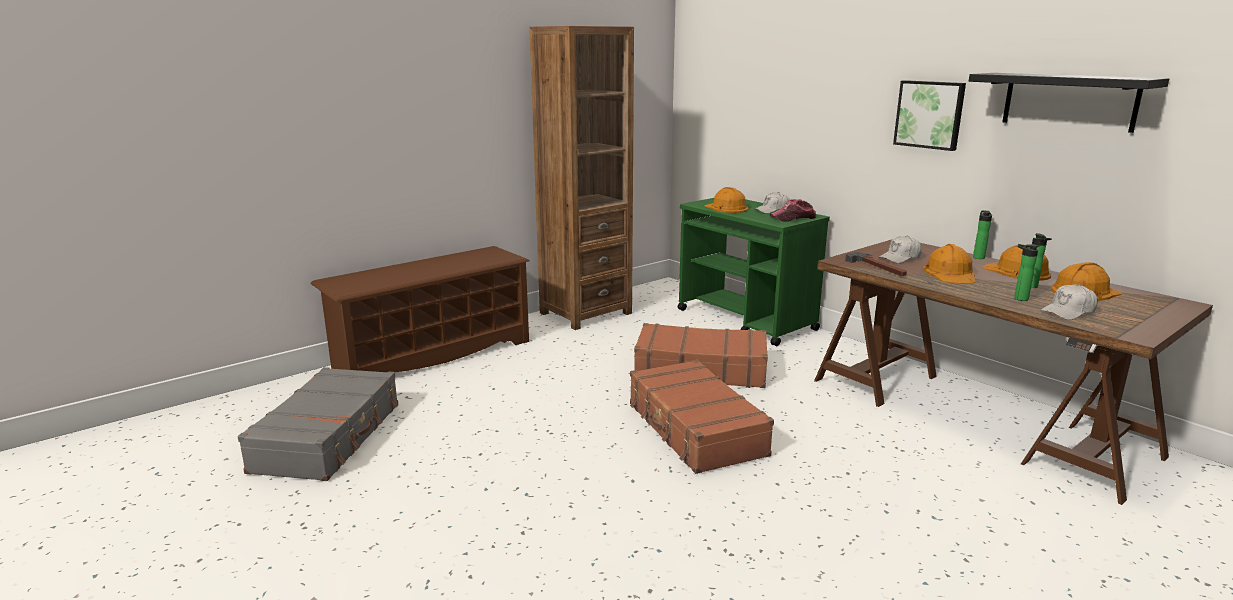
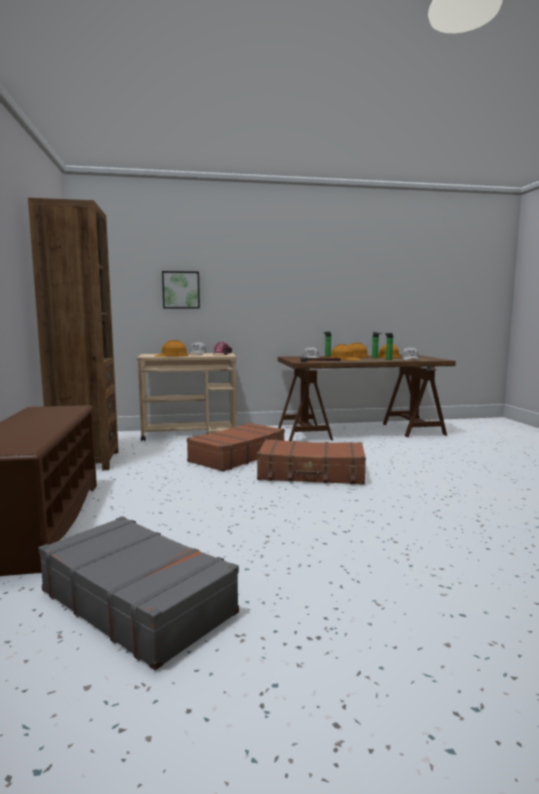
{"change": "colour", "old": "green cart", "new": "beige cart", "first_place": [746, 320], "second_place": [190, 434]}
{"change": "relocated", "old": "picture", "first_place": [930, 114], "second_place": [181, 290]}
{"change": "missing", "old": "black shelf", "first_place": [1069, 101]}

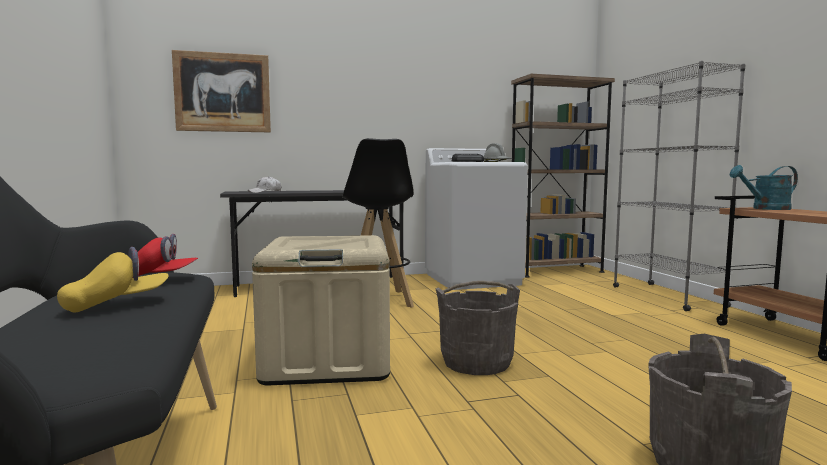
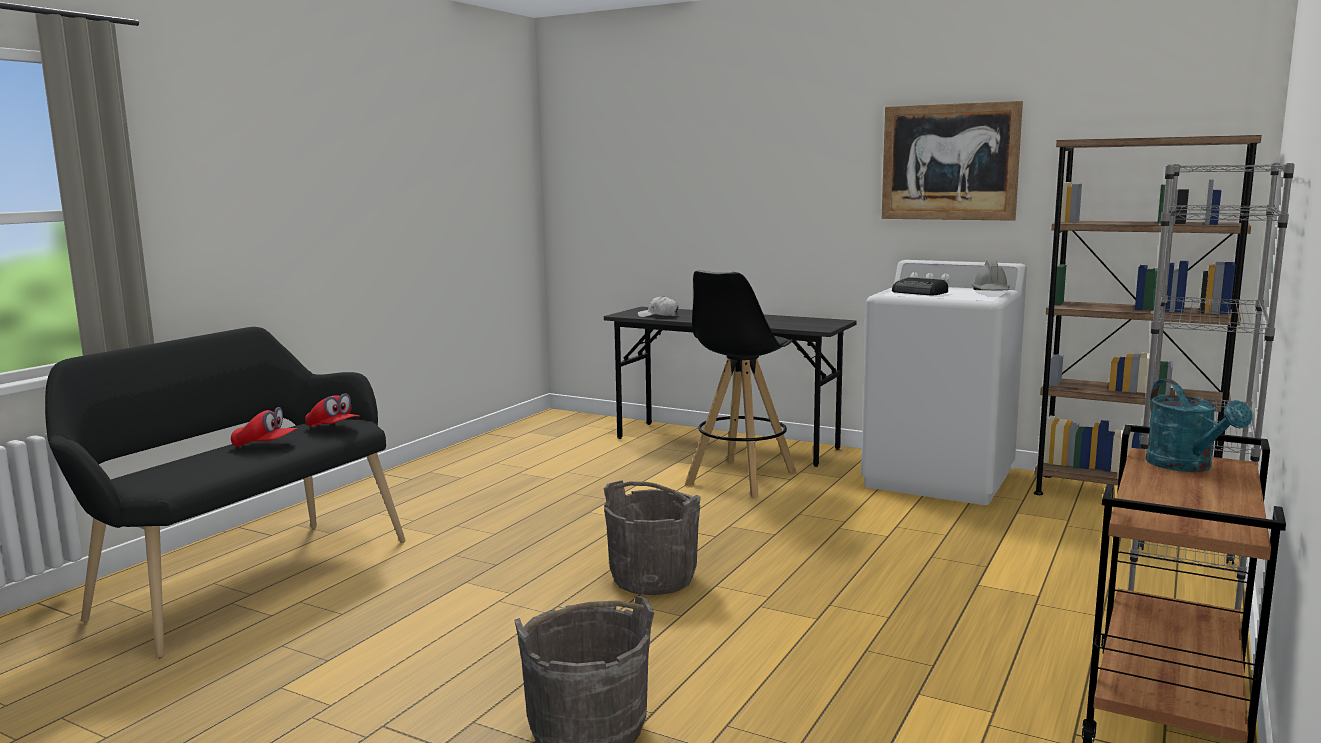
{"change": "colour", "old": "yellow cap", "new": "red cap", "first_place": [116, 304], "second_place": [265, 445]}
{"change": "relocated", "old": "picture", "first_place": [223, 92], "second_place": [949, 162]}
{"change": "spun", "old": "turquoise watering can", "first_place": [765, 209], "second_place": [1186, 466], "degrees": -135}
{"change": "missing", "old": "beige storage box", "first_place": [327, 360]}

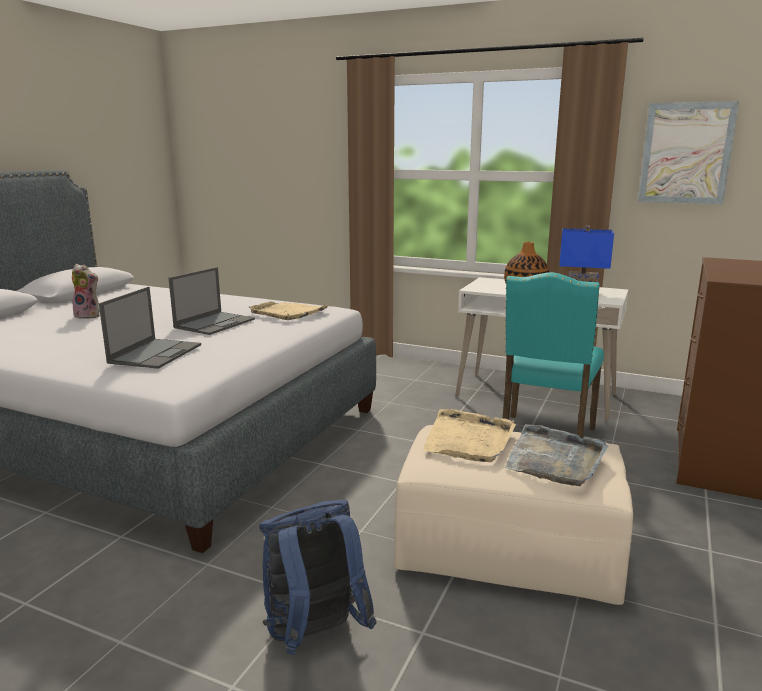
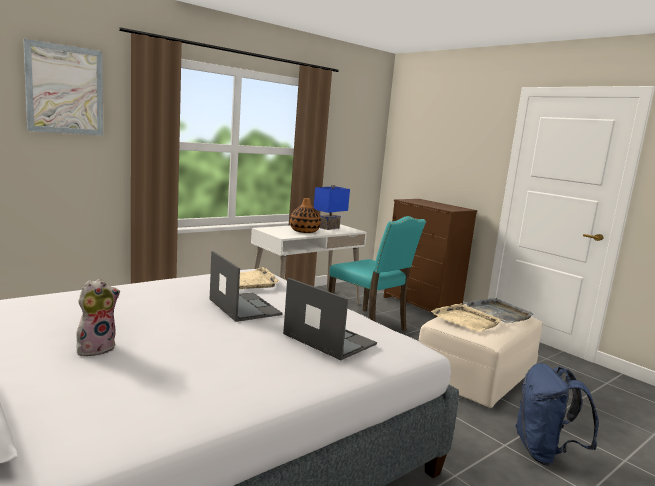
{"change": "relocated", "old": "picture", "first_place": [686, 153], "second_place": [65, 90]}

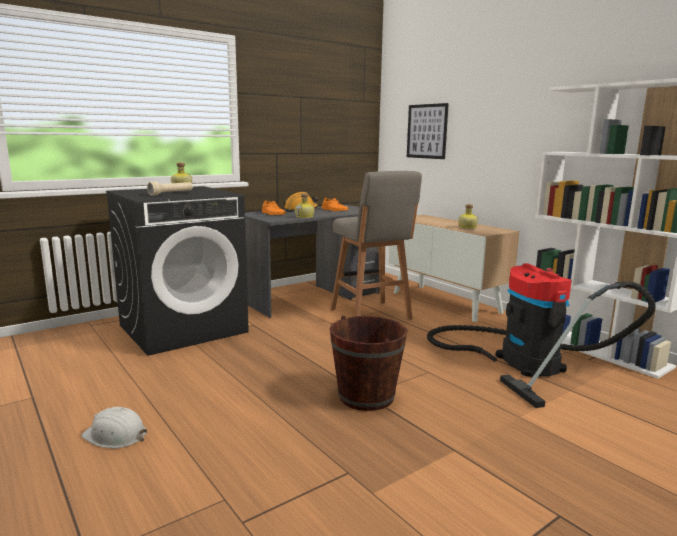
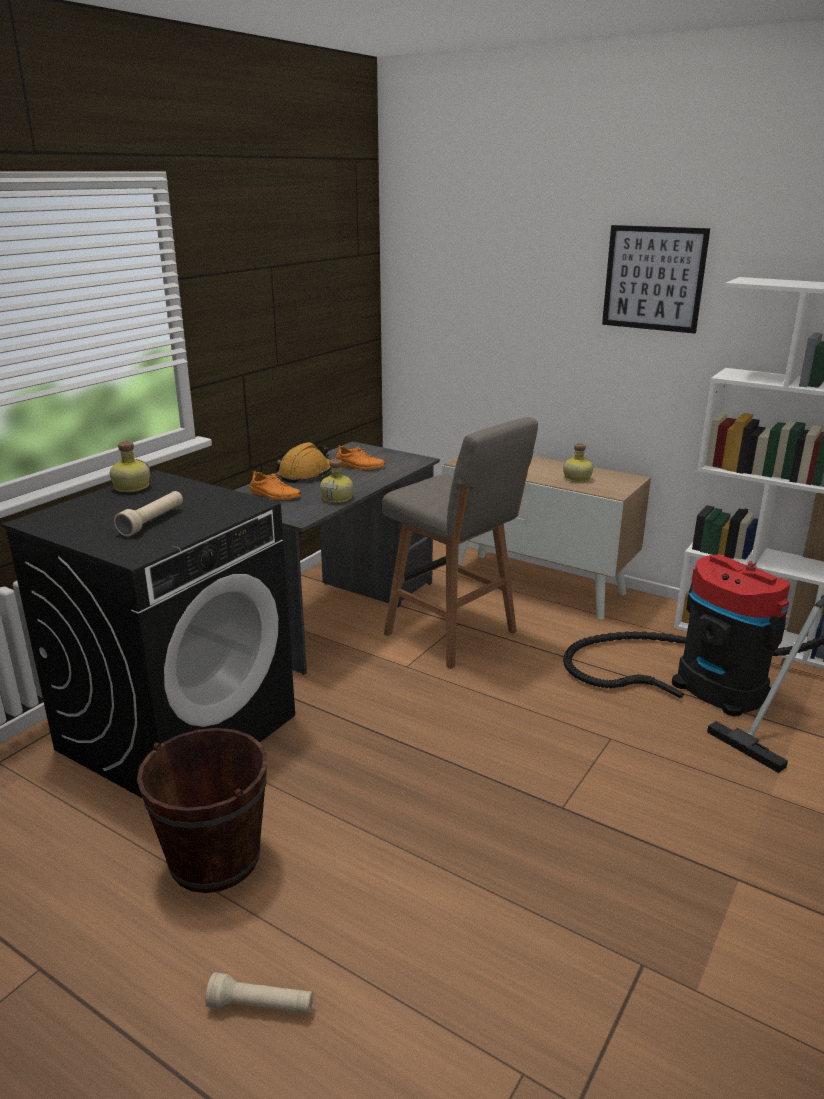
{"change": "relocated", "old": "brown bucket", "first_place": [366, 396], "second_place": [215, 858]}
{"change": "exchanged", "old": "white hard hat", "new": "beige flashlight", "first_place": [115, 435], "second_place": [261, 1006]}
{"change": "relocated", "old": "picture", "first_place": [427, 131], "second_place": [653, 278]}

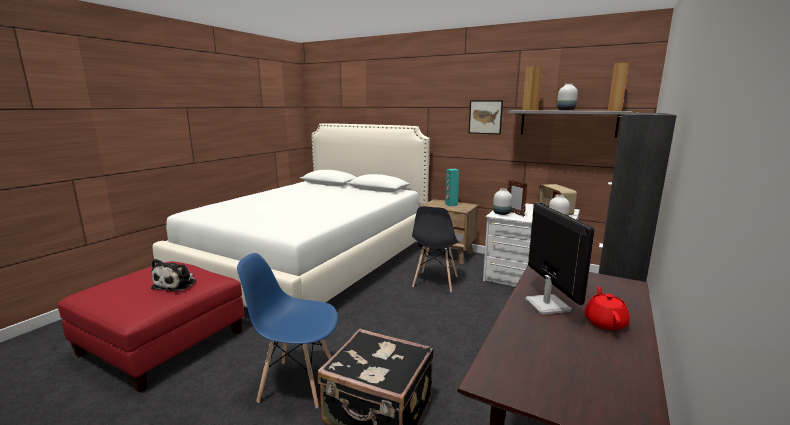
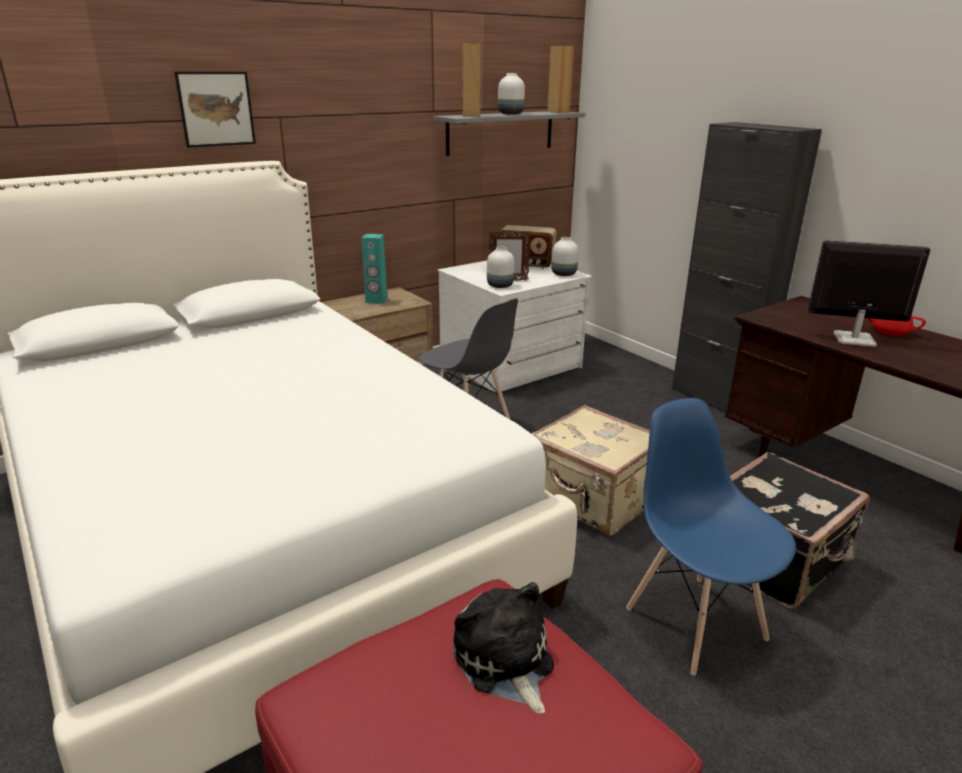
{"change": "relocated", "old": "picture", "first_place": [485, 117], "second_place": [216, 109]}
{"change": "spun", "old": "plush toy", "first_place": [176, 284], "second_place": [504, 662], "degrees": -150}
{"change": "appeared", "new": "beige suitcase", "second_place": [592, 499]}
{"change": "spun", "old": "blue chair", "first_place": [297, 383], "second_place": [695, 622], "degrees": 120}

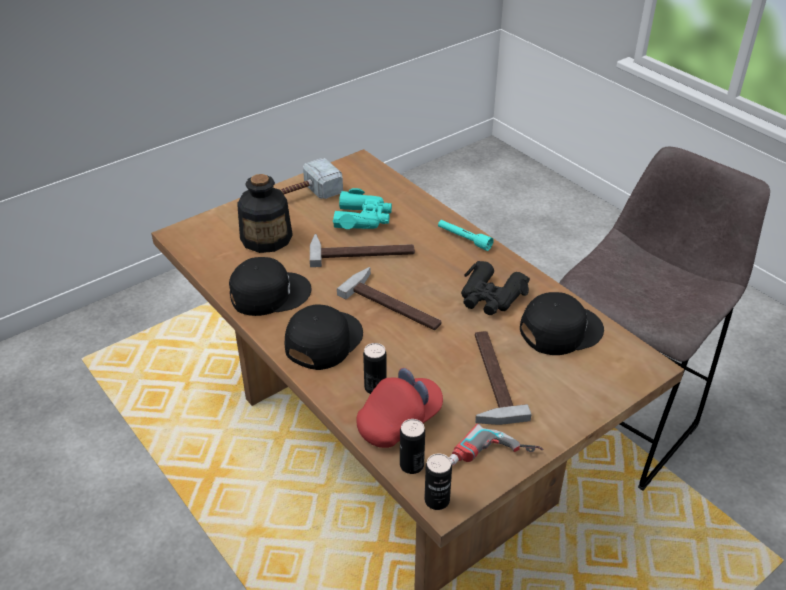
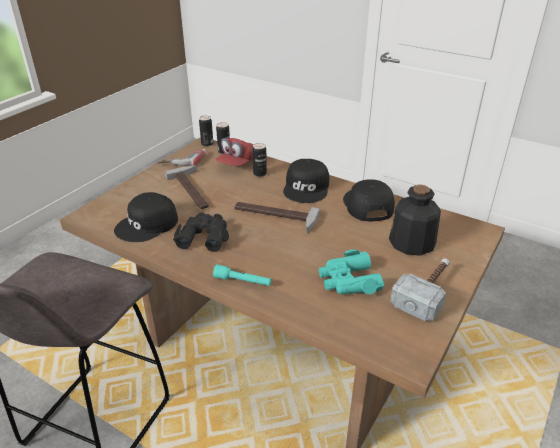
{"change": "spun", "old": "black cap", "first_place": [269, 293], "second_place": [367, 205], "degrees": 120}
{"change": "missing", "old": "hammer", "first_place": [362, 251]}

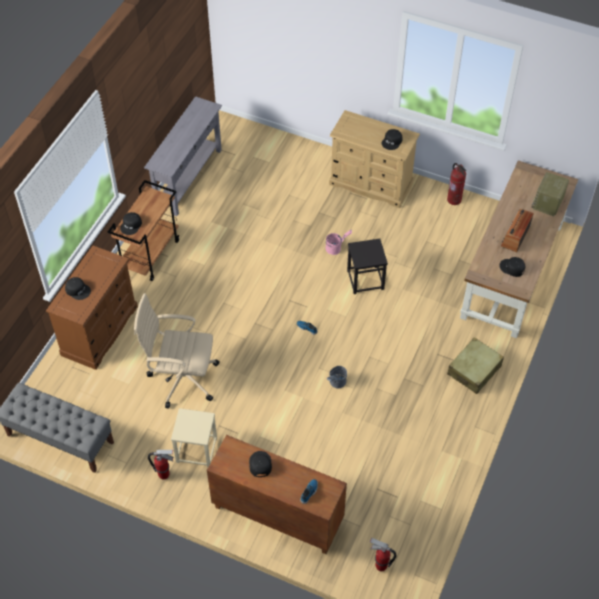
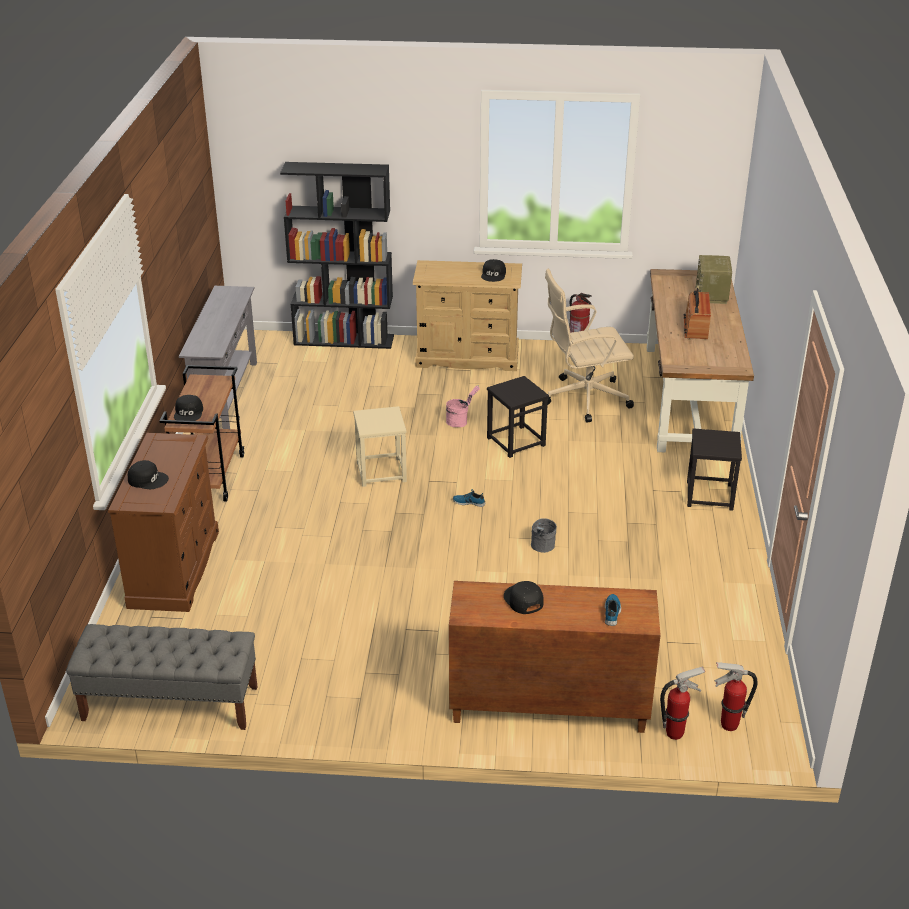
{"change": "appeared", "new": "black bookcase", "second_place": [344, 340]}
{"change": "relocated", "old": "beige stool", "first_place": [196, 450], "second_place": [381, 472]}
{"change": "relocated", "old": "beige office chair", "first_place": [181, 378], "second_place": [584, 398]}
{"change": "relocated", "old": "fire extinguisher", "first_place": [164, 475], "second_place": [675, 733]}
{"change": "exchanged", "old": "beige suitcase", "new": "black stool", "first_place": [474, 370], "second_place": [709, 495]}
{"change": "missing", "old": "black cap", "first_place": [512, 268]}

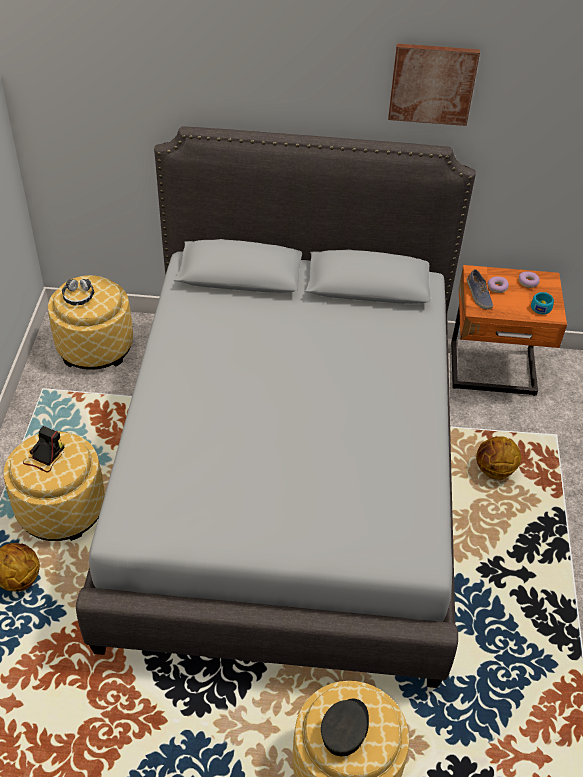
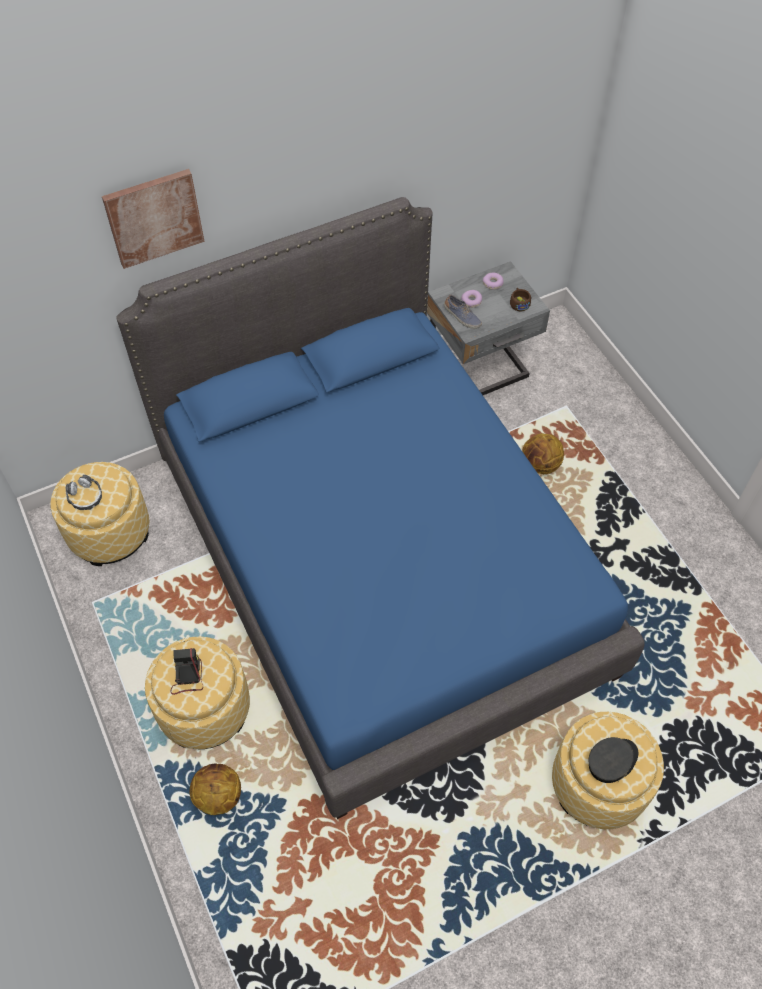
{"change": "relocated", "old": "picture", "first_place": [432, 84], "second_place": [154, 217]}
{"change": "colour", "old": "grey bed", "new": "blue bed", "first_place": [288, 477], "second_place": [381, 565]}
{"change": "colour", "old": "orange nightstand", "new": "grey nightstand", "first_place": [493, 371], "second_place": [480, 372]}
{"change": "colour", "old": "turquoise cup", "new": "brown cup", "first_place": [541, 307], "second_place": [519, 303]}
{"change": "spun", "old": "grey cap", "first_place": [344, 730], "second_place": [611, 761], "degrees": 60}

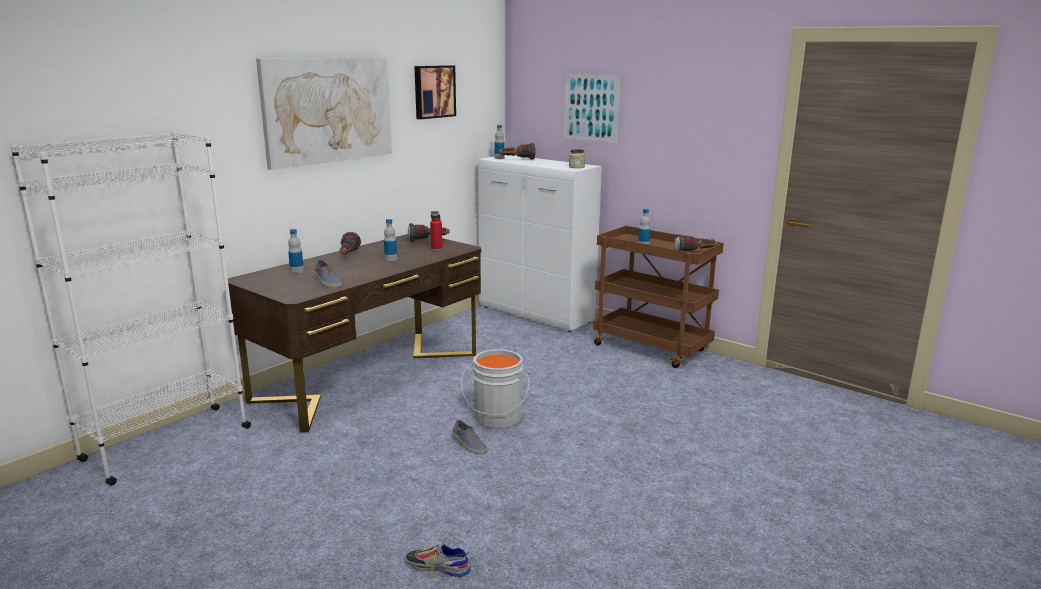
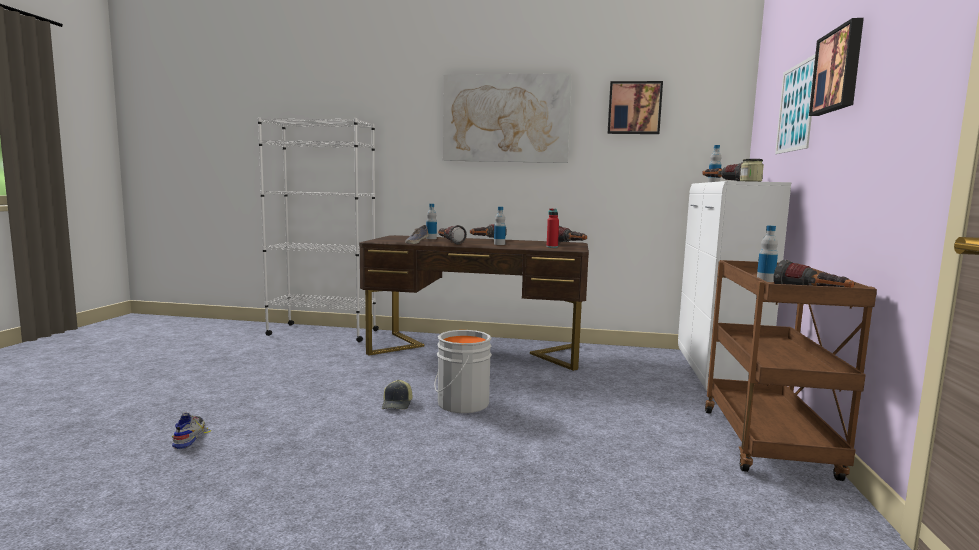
{"change": "exchanged", "old": "shoe", "new": "cap", "first_place": [469, 445], "second_place": [397, 404]}
{"change": "appeared", "new": "flashlight", "second_place": [449, 243]}
{"change": "appeared", "new": "picture", "second_place": [839, 70]}

